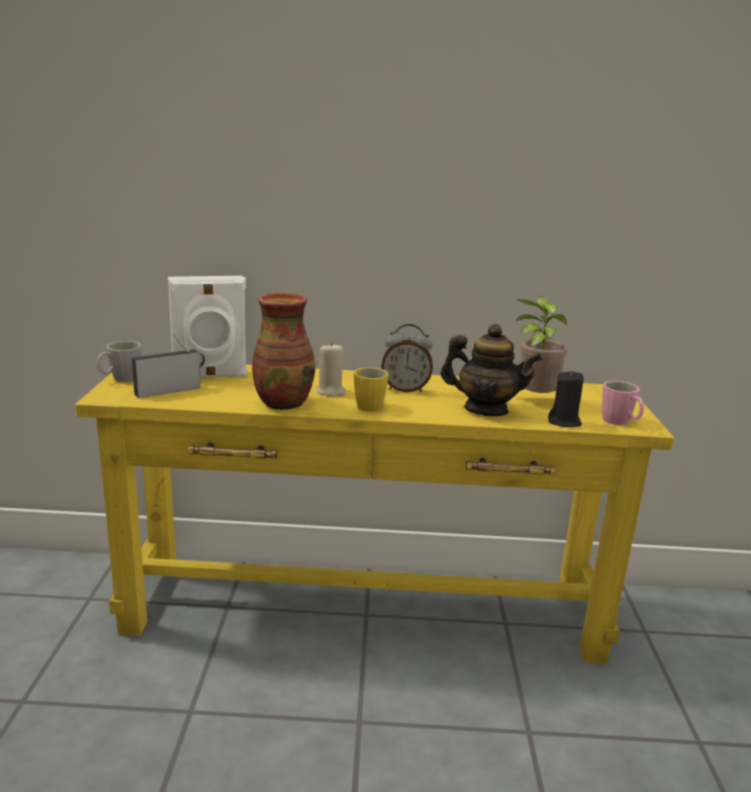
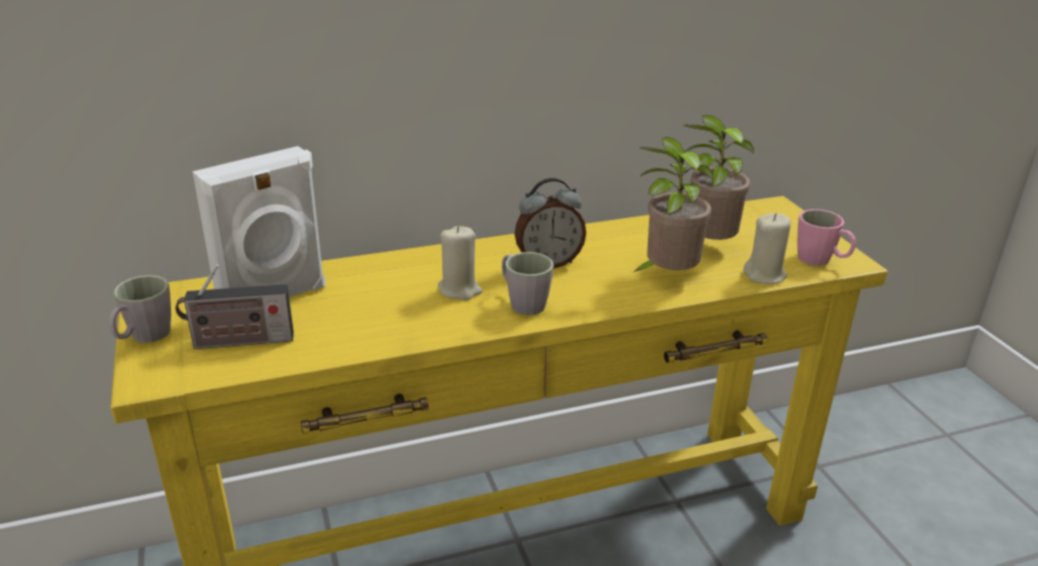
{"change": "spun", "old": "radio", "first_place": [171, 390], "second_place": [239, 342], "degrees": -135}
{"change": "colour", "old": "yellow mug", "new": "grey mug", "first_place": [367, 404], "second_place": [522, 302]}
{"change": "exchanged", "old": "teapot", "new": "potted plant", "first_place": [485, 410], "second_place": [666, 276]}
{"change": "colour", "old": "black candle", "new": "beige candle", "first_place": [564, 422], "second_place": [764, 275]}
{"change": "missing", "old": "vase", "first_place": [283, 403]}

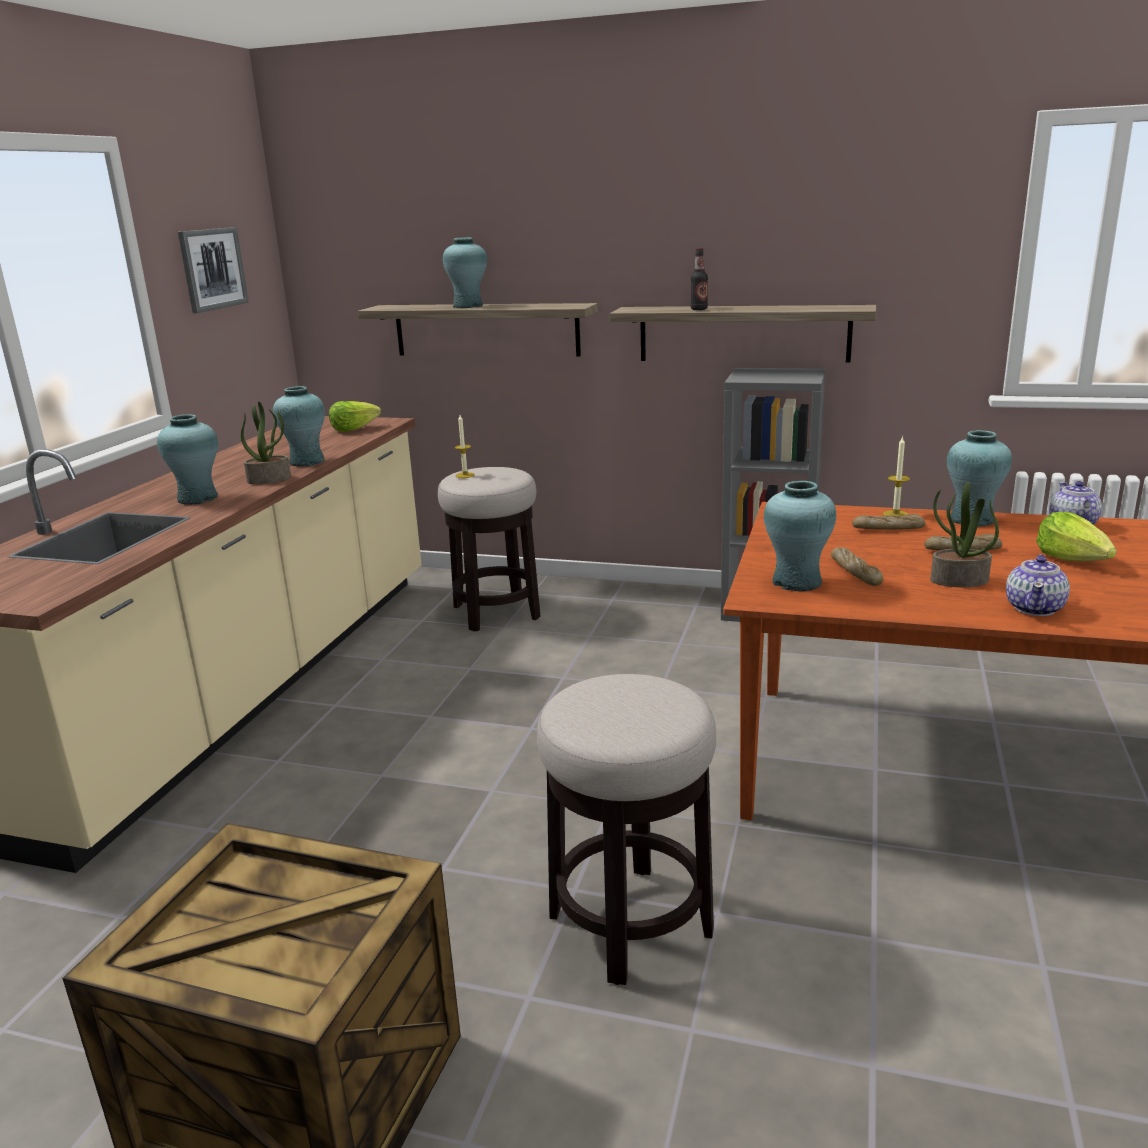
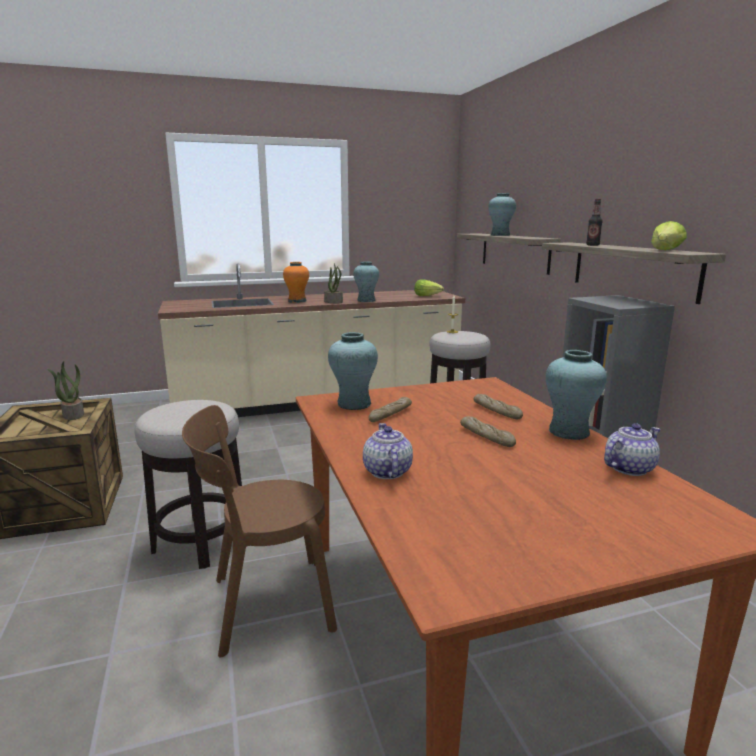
{"change": "relocated", "old": "potted plant", "first_place": [958, 581], "second_place": [73, 415]}
{"change": "appeared", "new": "brown chair", "second_place": [265, 605]}
{"change": "colour", "old": "turquoise vase", "new": "orange vase", "first_place": [198, 498], "second_place": [297, 301]}
{"change": "spun", "old": "teapot", "first_place": [1035, 608], "second_place": [387, 472], "degrees": 90}
{"change": "relocated", "old": "lettuce", "first_place": [1072, 560], "second_place": [666, 250]}
{"change": "missing", "old": "picture", "first_place": [212, 269]}
{"change": "missing", "old": "candle", "first_place": [895, 514]}

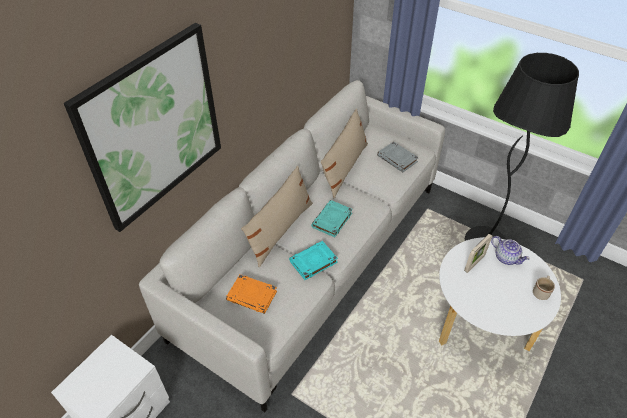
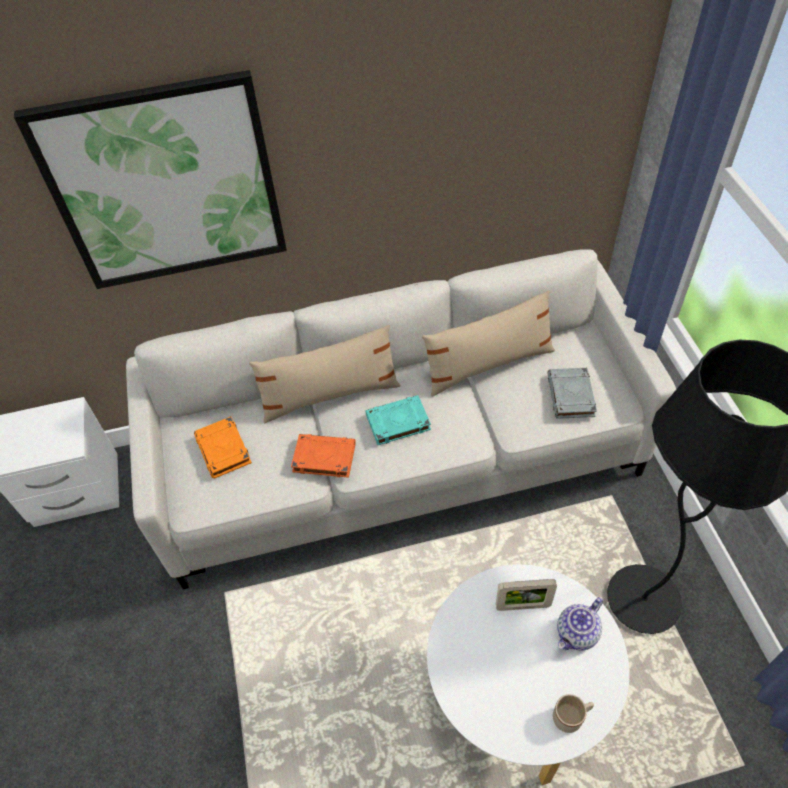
{"change": "colour", "old": "turquoise book", "new": "orange book", "first_place": [313, 262], "second_place": [323, 458]}
{"change": "spun", "old": "teapot", "first_place": [506, 258], "second_place": [577, 634], "degrees": 45}

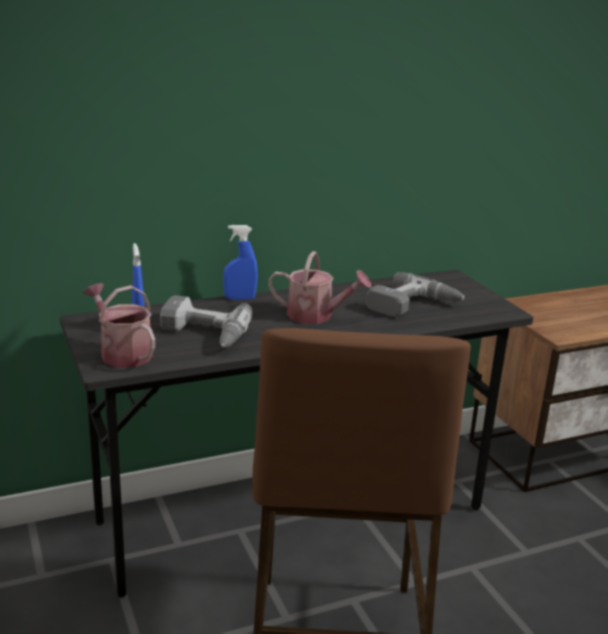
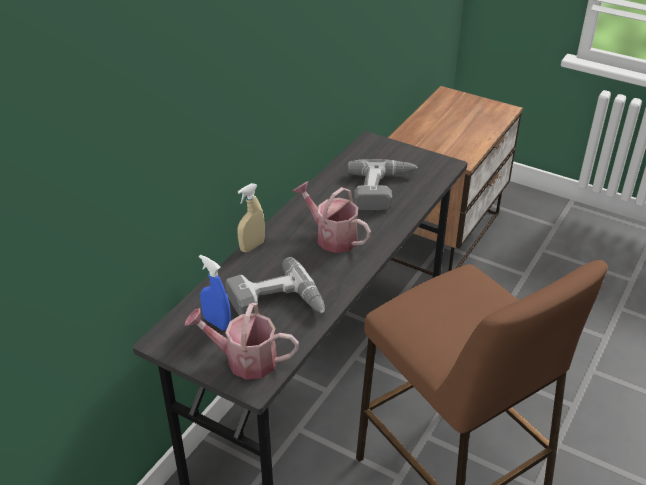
{"change": "colour", "old": "blue spray bottle", "new": "beige spray bottle", "first_place": [240, 298], "second_place": [252, 246]}
{"change": "spun", "old": "watering can", "first_place": [316, 316], "second_place": [331, 237], "degrees": -120}

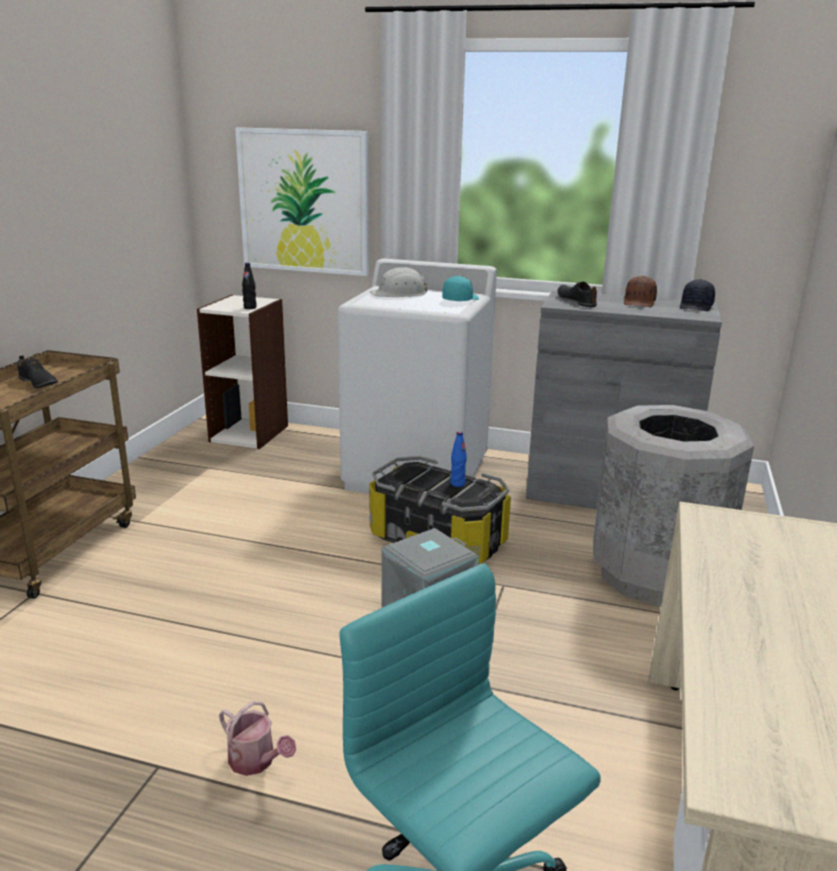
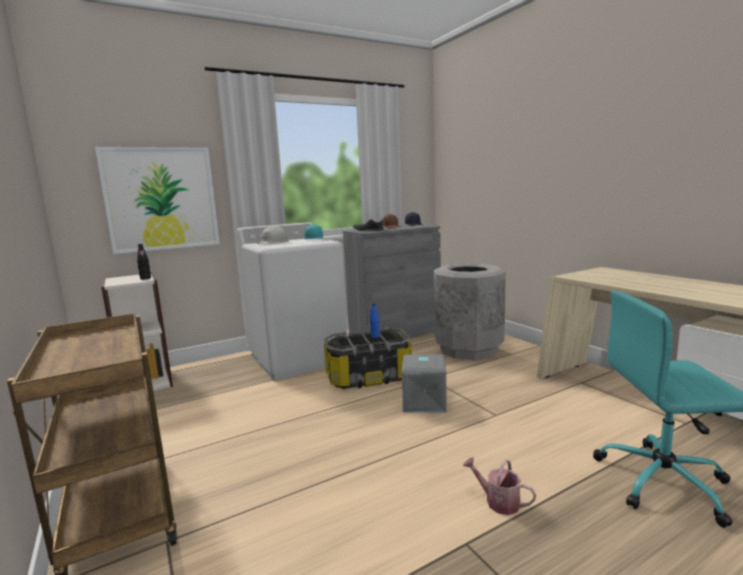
{"change": "spun", "old": "watering can", "first_place": [256, 761], "second_place": [498, 501], "degrees": -135}
{"change": "missing", "old": "black shoe", "first_place": [38, 383]}

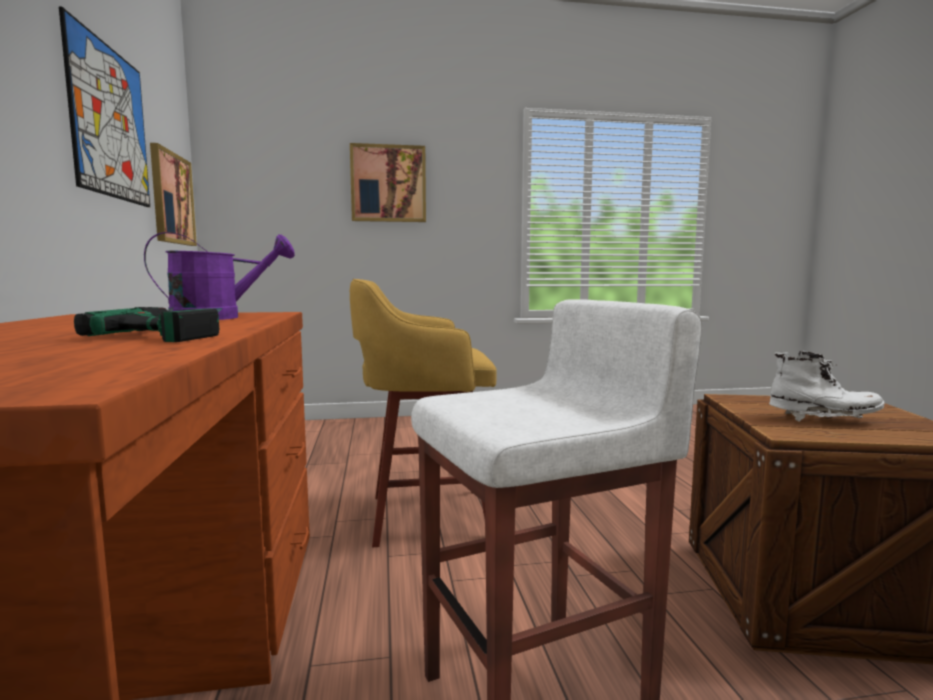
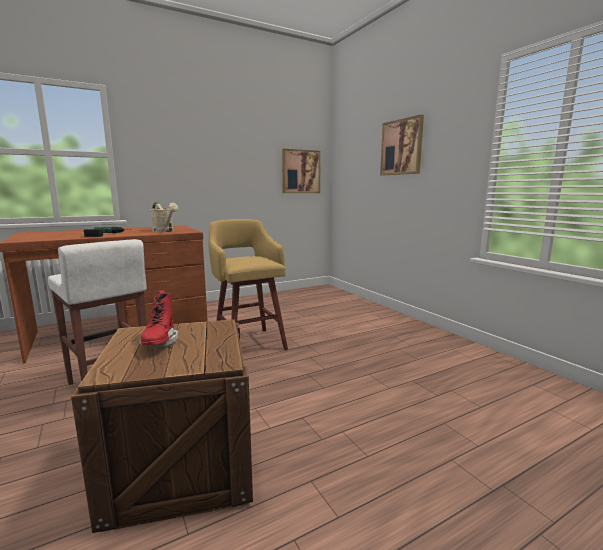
{"change": "colour", "old": "white boot", "new": "red boot", "first_place": [823, 419], "second_place": [159, 342]}
{"change": "colour", "old": "purple watering can", "new": "beige watering can", "first_place": [219, 318], "second_place": [165, 231]}
{"change": "missing", "old": "picture", "first_place": [110, 122]}

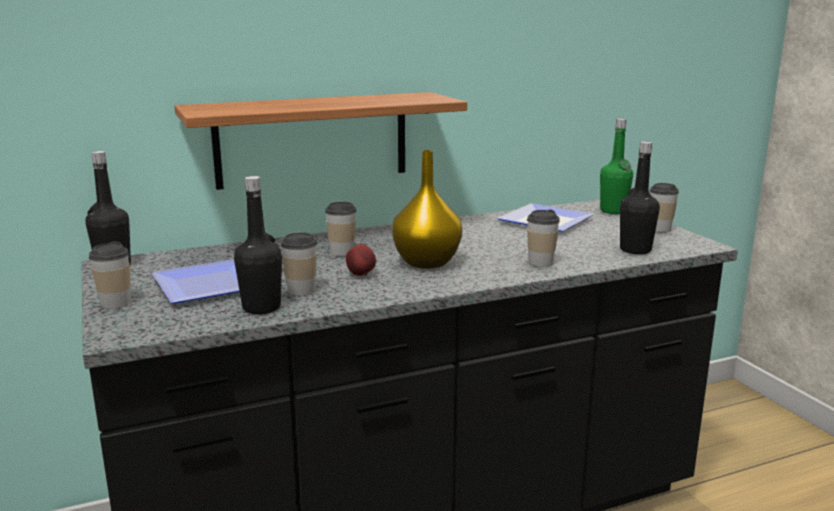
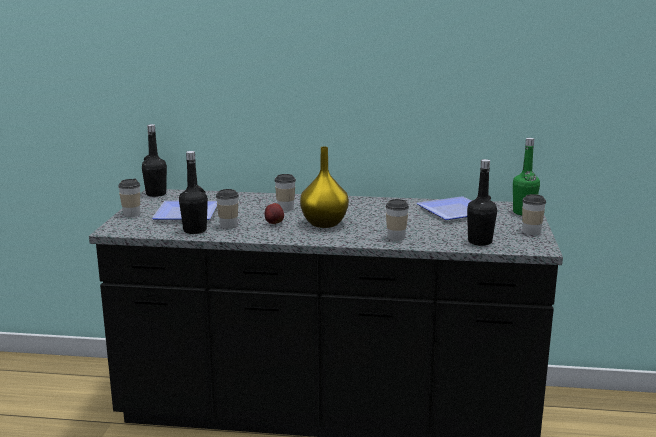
{"change": "missing", "old": "shelf", "first_place": [312, 139]}

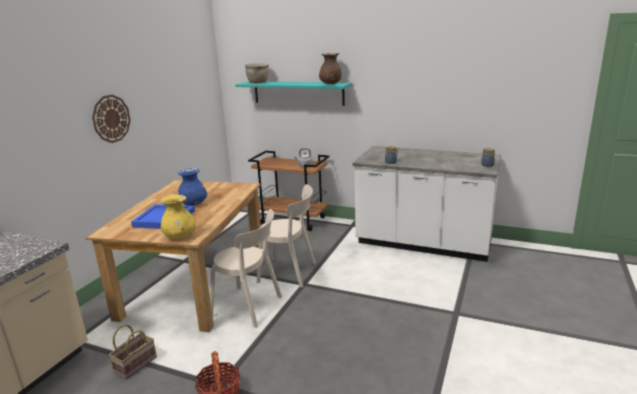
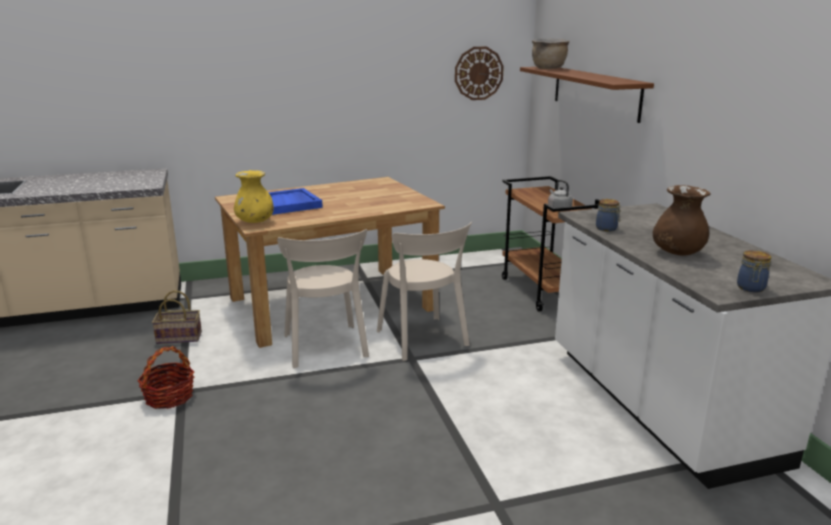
{"change": "relocated", "old": "wall clock", "first_place": [111, 118], "second_place": [478, 73]}
{"change": "colour", "old": "turquoise shelf", "new": "brown shelf", "first_place": [298, 92], "second_place": [595, 92]}
{"change": "relocated", "old": "brown vase", "first_place": [330, 84], "second_place": [677, 253]}
{"change": "missing", "old": "blue vase", "first_place": [194, 204]}

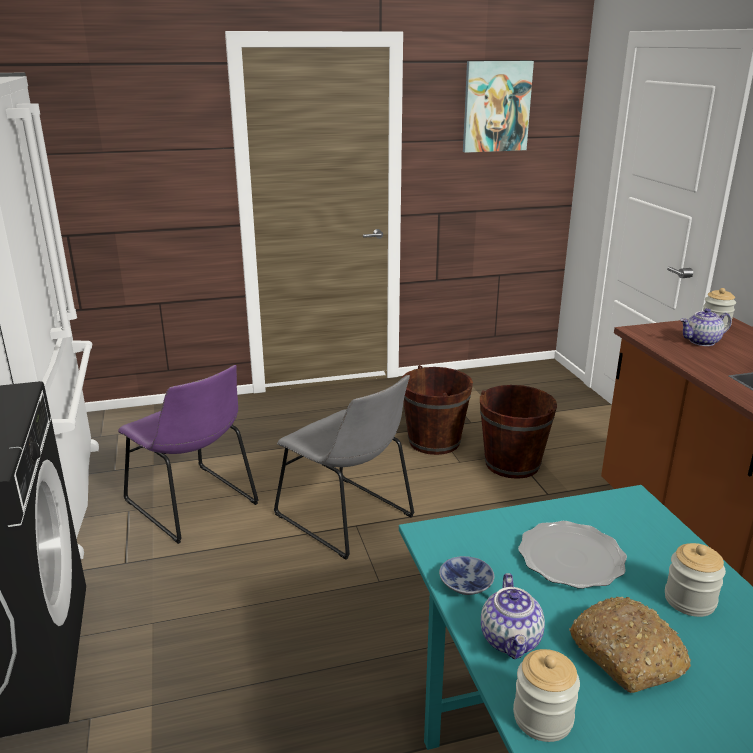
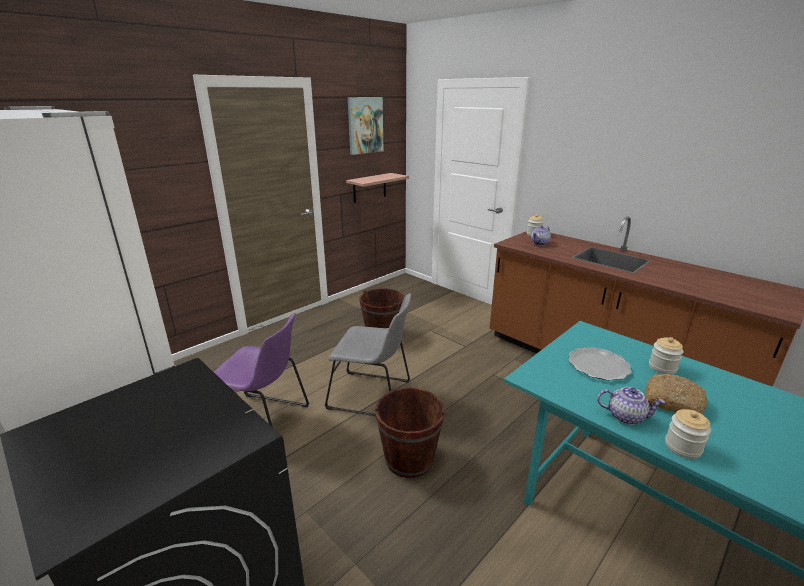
{"change": "appeared", "new": "shelf", "second_place": [369, 188]}
{"change": "relocated", "old": "brown bucket", "first_place": [512, 464], "second_place": [409, 458]}
{"change": "spun", "old": "teapot", "first_place": [511, 640], "second_place": [626, 416], "degrees": -45}
{"change": "missing", "old": "bowl", "first_place": [464, 585]}

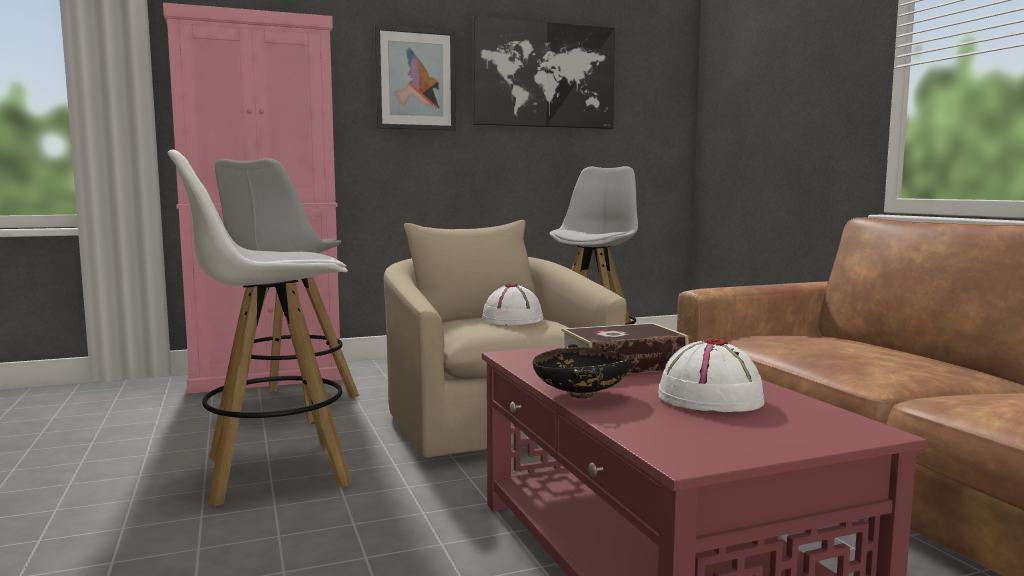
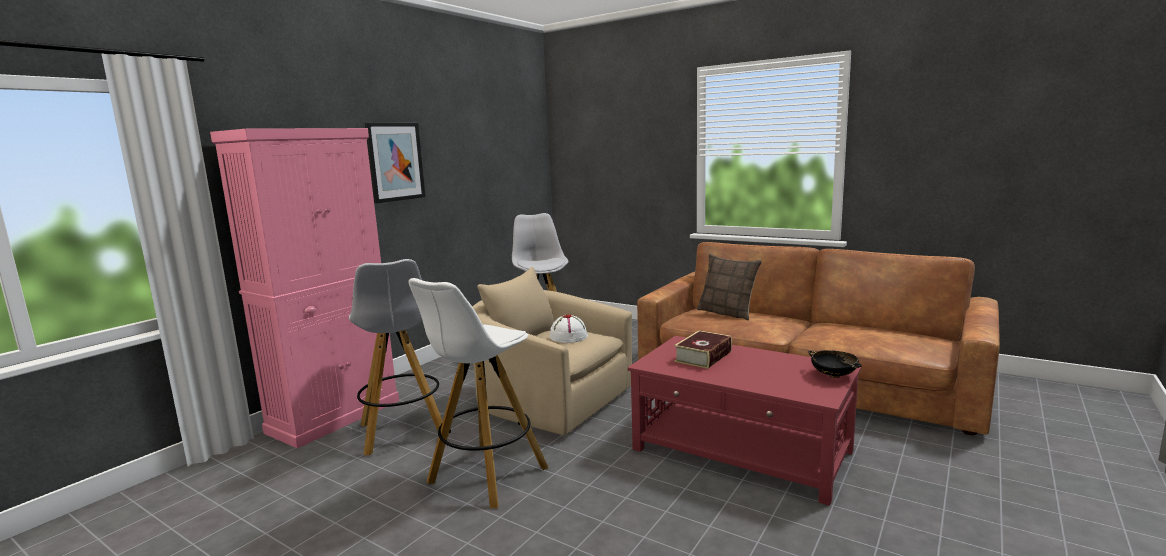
{"change": "appeared", "new": "pillow", "second_place": [727, 313]}
{"change": "relocated", "old": "black bowl", "first_place": [580, 395], "second_place": [833, 375]}
{"change": "missing", "old": "picture", "first_place": [544, 75]}
{"change": "missing", "old": "white hat", "first_place": [709, 399]}

